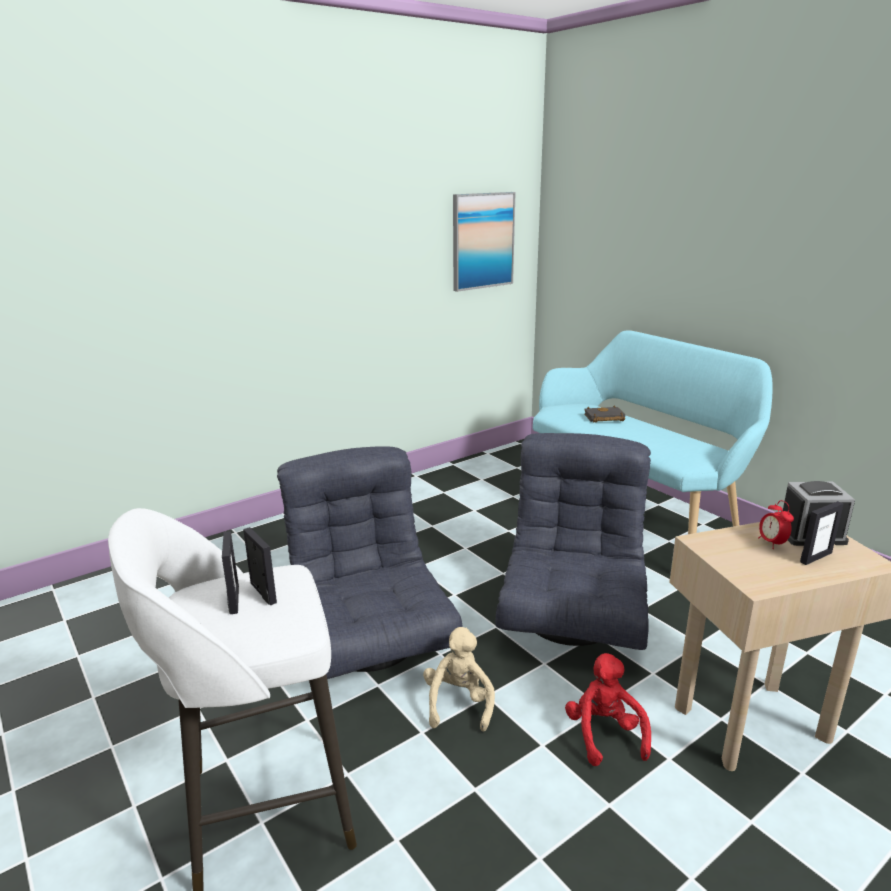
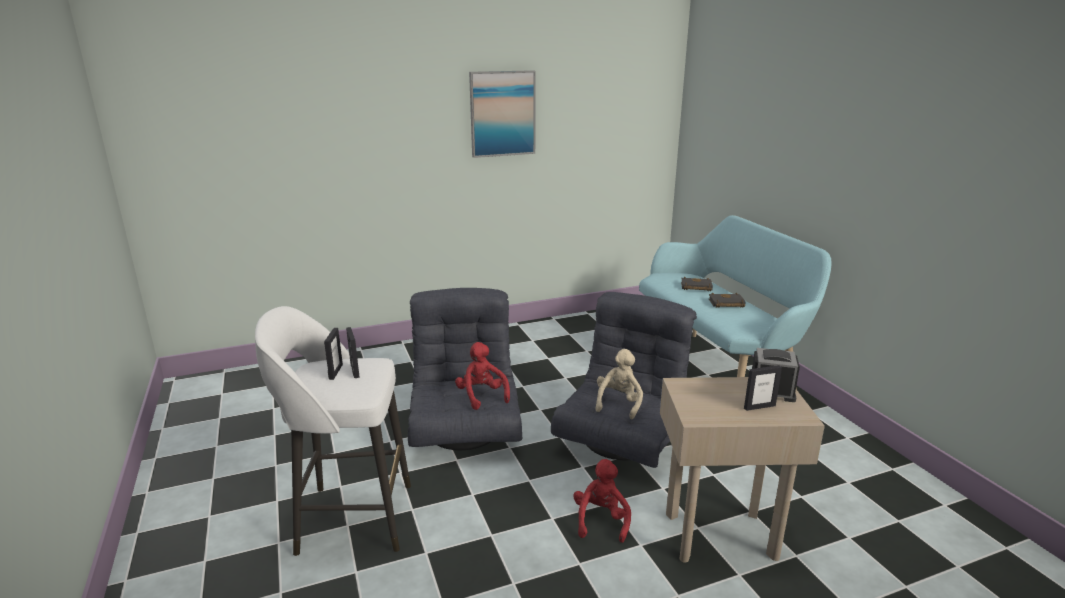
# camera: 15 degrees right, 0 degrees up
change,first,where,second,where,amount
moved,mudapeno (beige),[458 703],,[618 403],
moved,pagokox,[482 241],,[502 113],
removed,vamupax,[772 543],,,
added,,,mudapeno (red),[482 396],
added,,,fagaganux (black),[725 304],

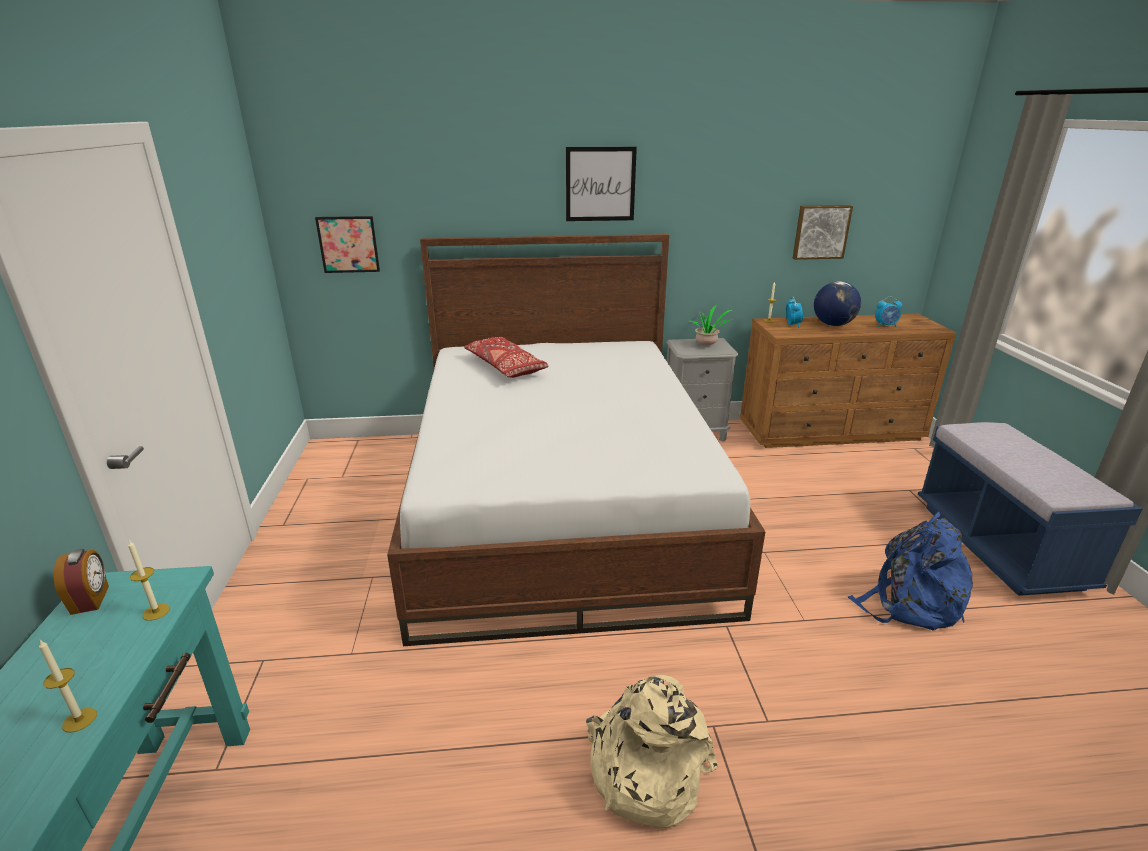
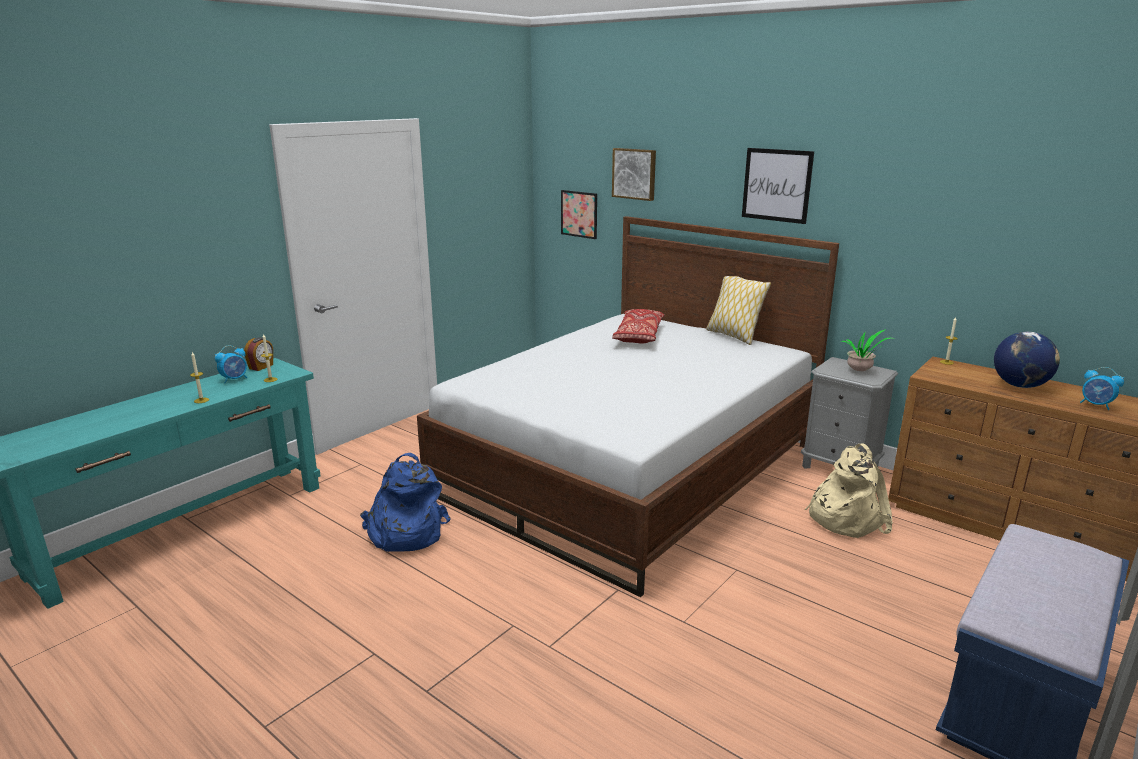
# camera: 45 degrees right, 5 degrees down
change,first,where,second,where,amount
moved,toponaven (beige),[644 770],,[844 517],
moved,vamupax,[792 325],,[235 379],
moved,pagokox,[820 232],,[634 173],
moved,toponaven (blue),[909 602],,[405 533],
added,,,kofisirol,[734 336],

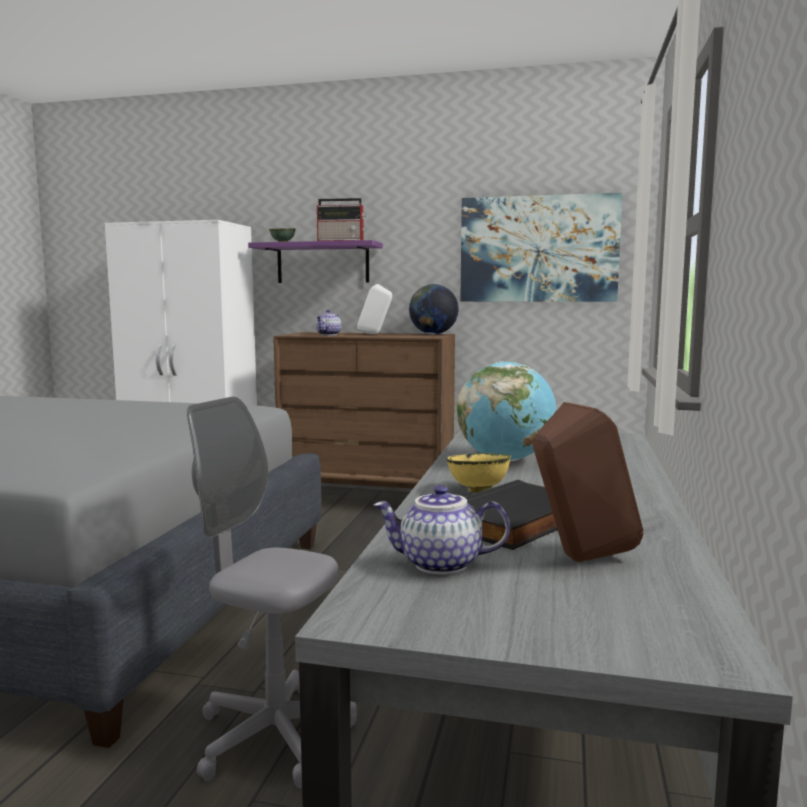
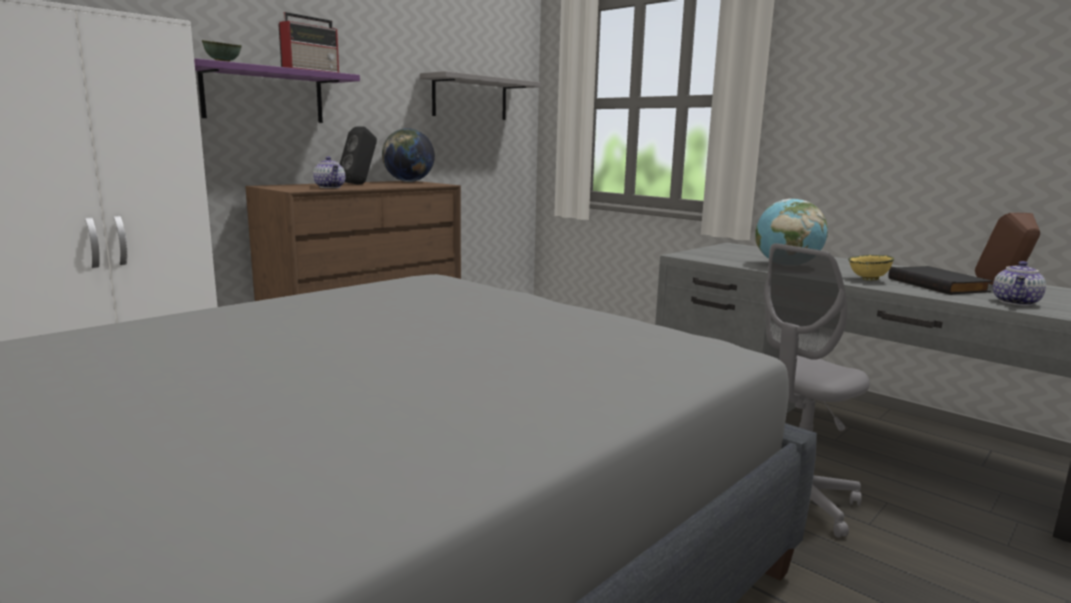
# camera: 60 degrees left, 5 degrees up
change,first,where,second,where,amount
recoloured,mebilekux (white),[375 334],mebilekux (black),[360 184],
replaced,pagokox,[538 249],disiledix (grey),[470 98],

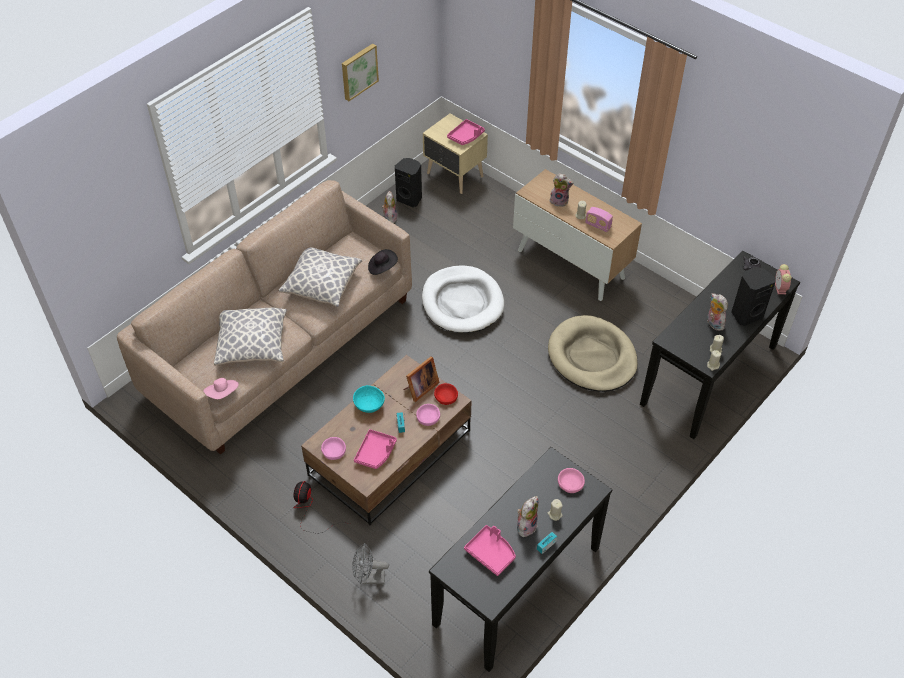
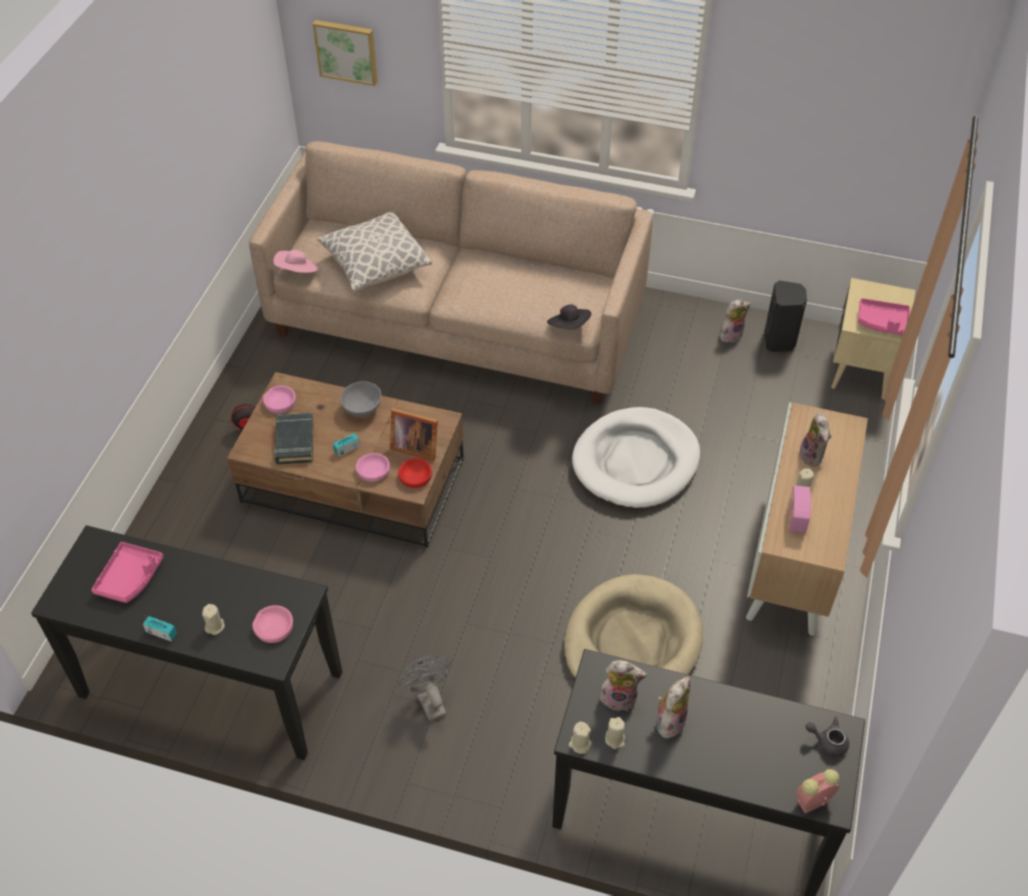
# camera: 65 degrees right, 0 degrees up
change,first,where,second,where,amount
removed,kofisirol,[322 285],,,
moved,pagokox,[358 71],,[347 51],
moved,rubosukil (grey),[369 578],,[429 701],
recoloured,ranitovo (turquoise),[369 405],ranitovo (grey),[362 408],
replaced,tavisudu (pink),[376 453],fagaganux (black),[294 441],
moved,mudapeno,[526 525],,[619 697],
removed,mebilekux (black),[746 314],,,

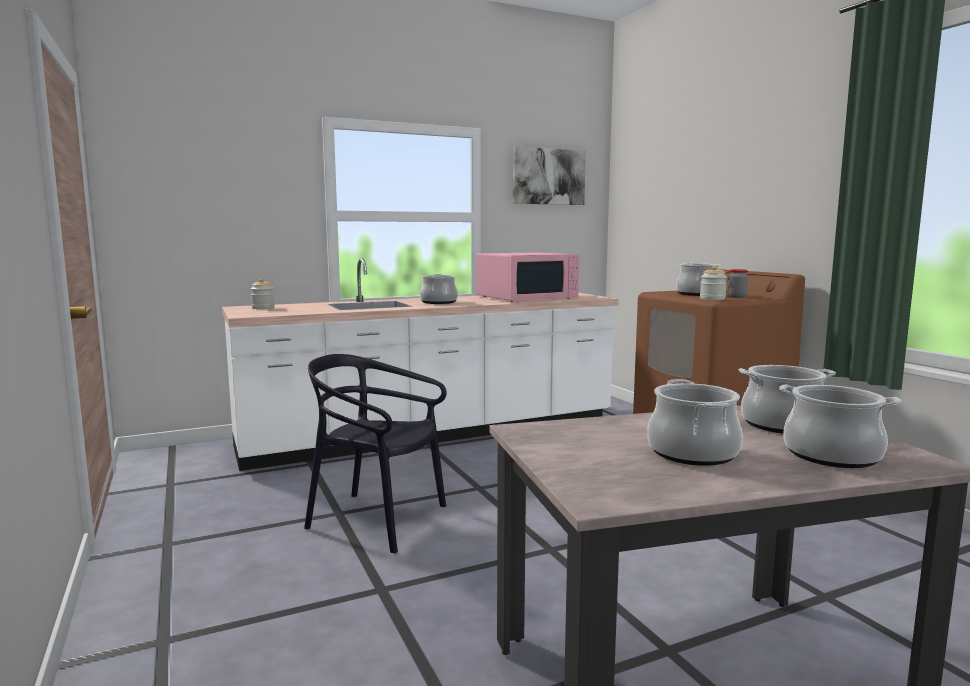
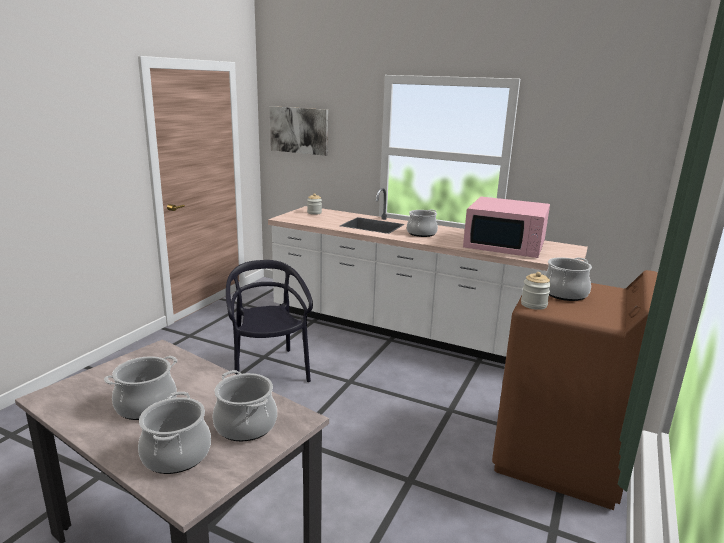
# camera: 50 degrees right, 10 degrees up
change,first,where,second,where,amount
moved,pagokox,[548 176],,[299 130],
removed,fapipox,[736 297],,,

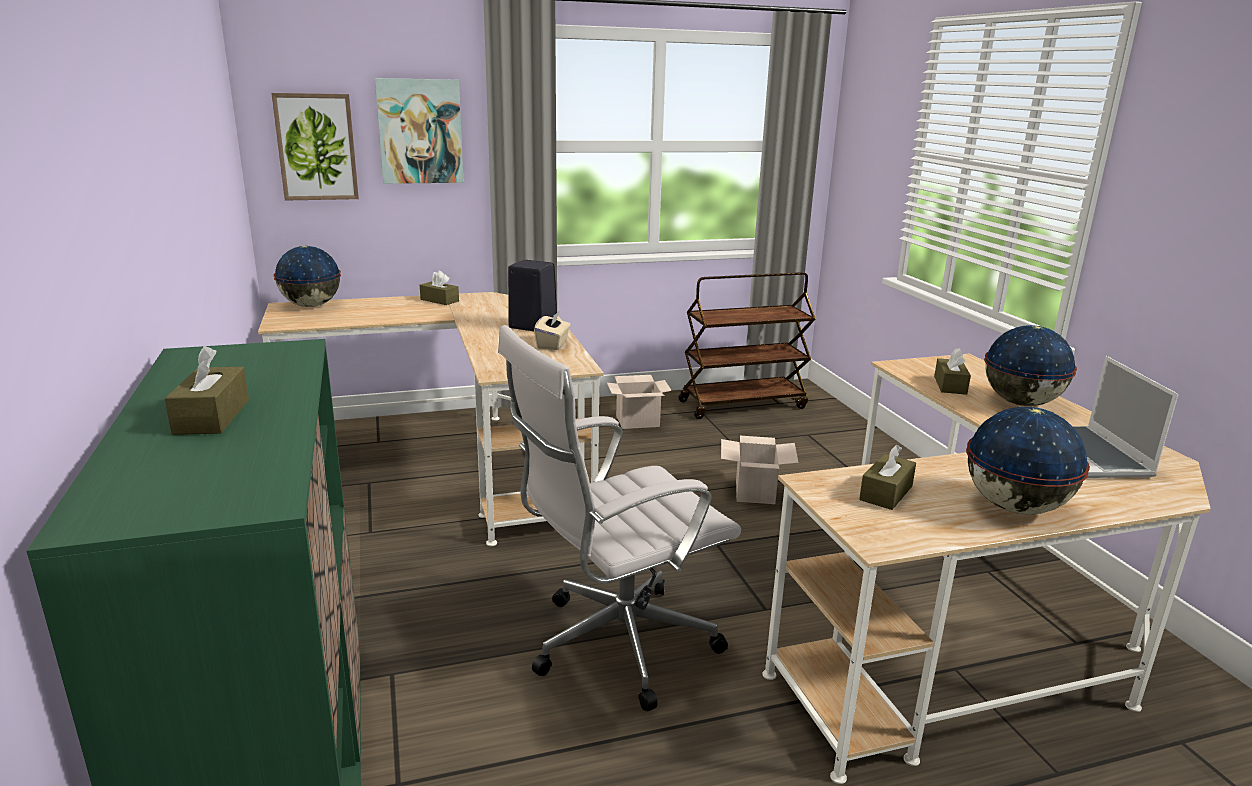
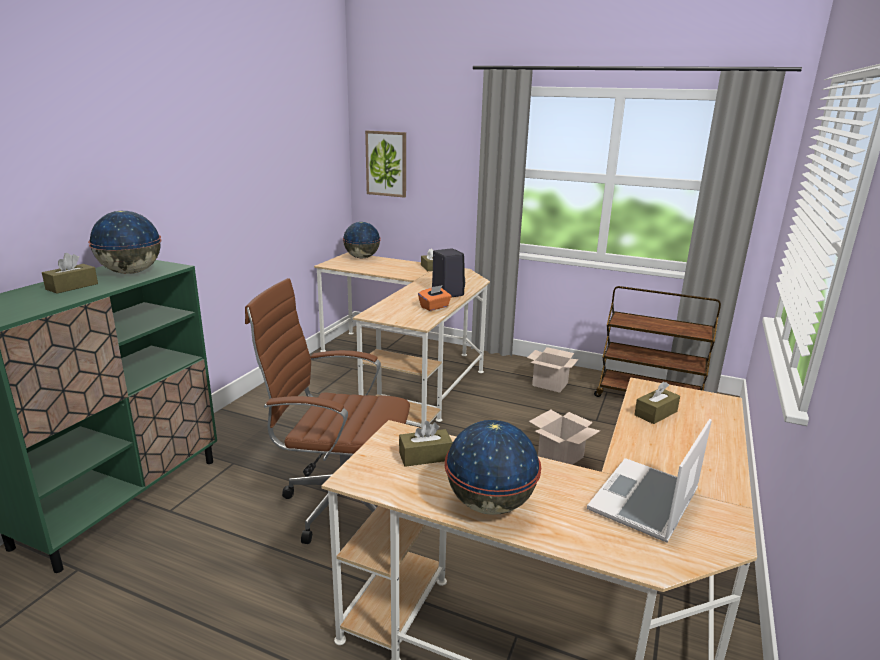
# camera: 40 degrees right, 0 degrees up
change,first,where,second,where,amount
removed,pagokox,[420 131],,,
recoloured,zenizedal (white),[615 646],zenizedal (brown),[339 503],
recoloured,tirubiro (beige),[553 344],tirubiro (orange),[434 307],
moved,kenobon,[1020 403],,[130 272],

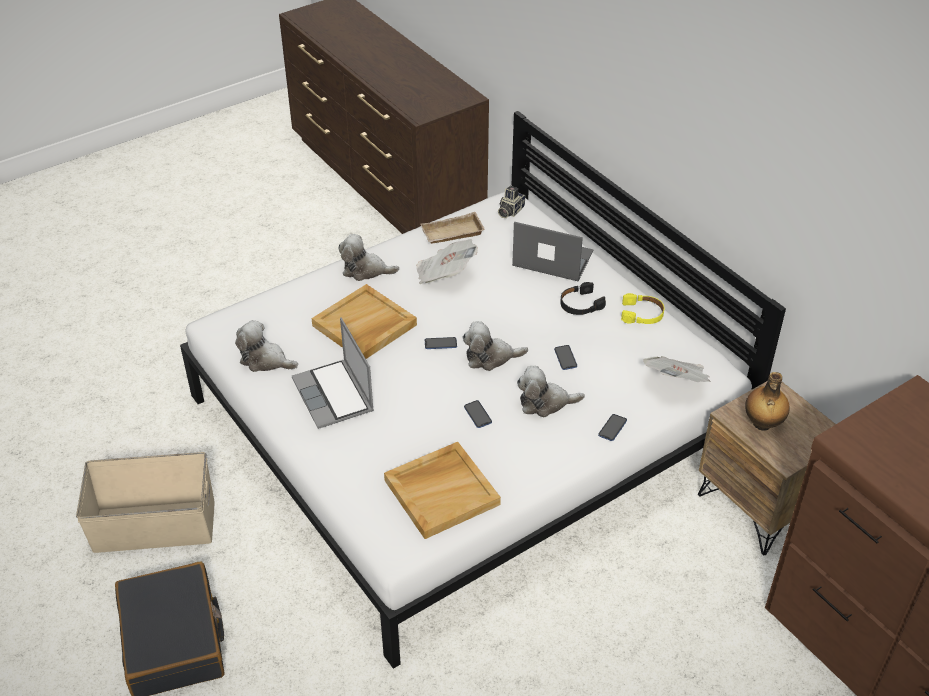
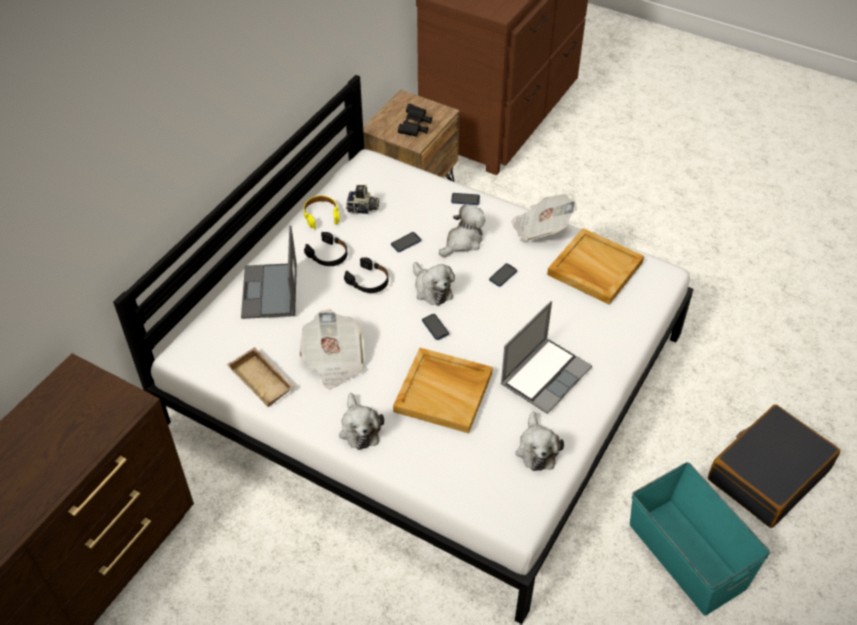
# camera: 115 degrees left, 5 degrees up
change,first,where,second,where,amount
recoloured,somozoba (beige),[154 525],somozoba (turquoise),[686 556],
moved,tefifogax,[509 211],,[363 209],
turned,mudapeno,[545 403],,[463 242],105 degrees counterclockwise
moved,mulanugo,[677 382],,[541 229],
replaced,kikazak,[762 424],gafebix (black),[415 127],
added,,,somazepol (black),[368 281],

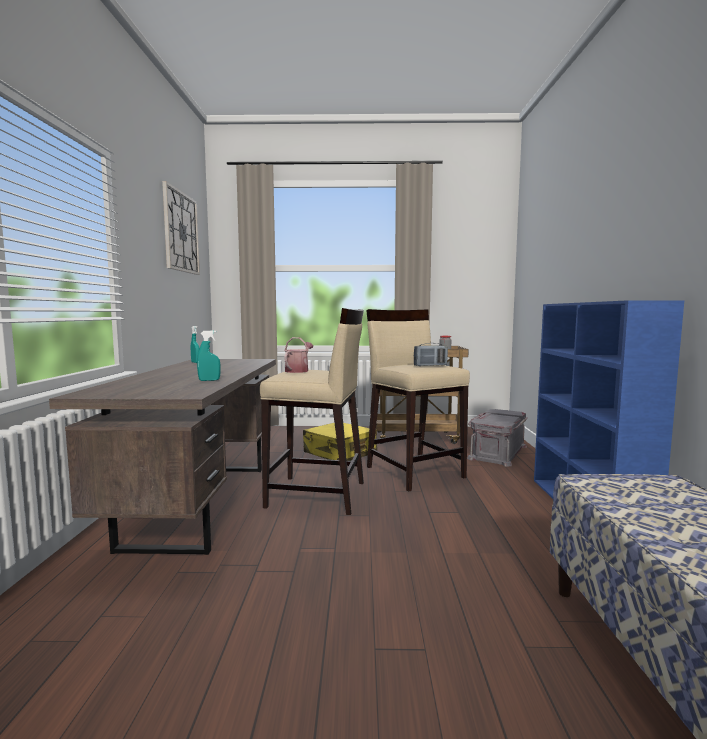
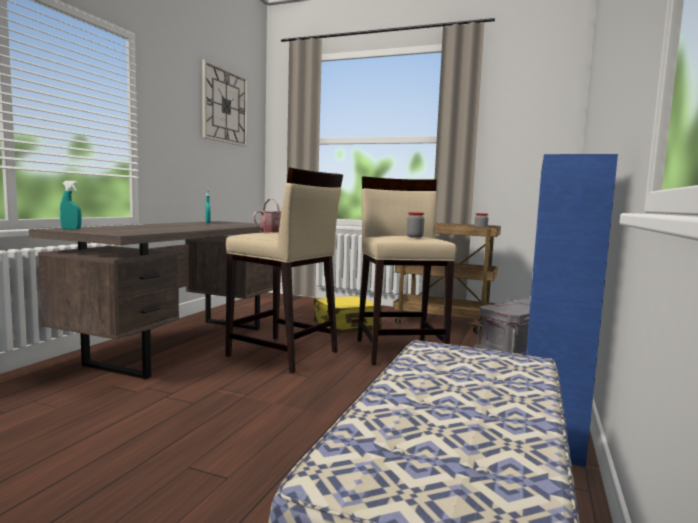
# camera: 20 degrees right, 0 degrees up
change,first,where,second,where,amount
moved,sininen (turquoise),[209 380],,[71 229],
replaced,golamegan,[430 365],fapipox,[414 237],

